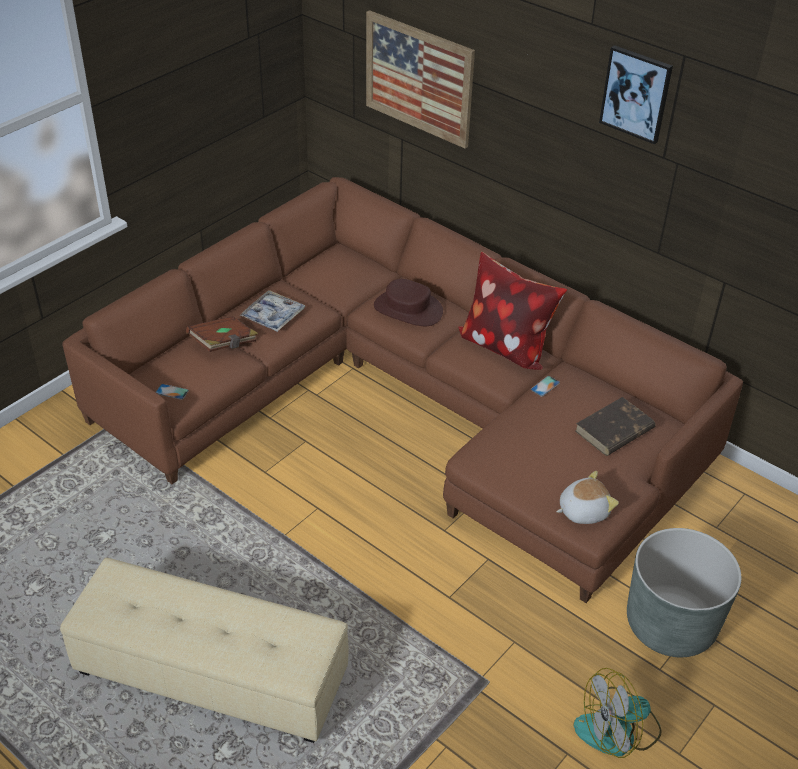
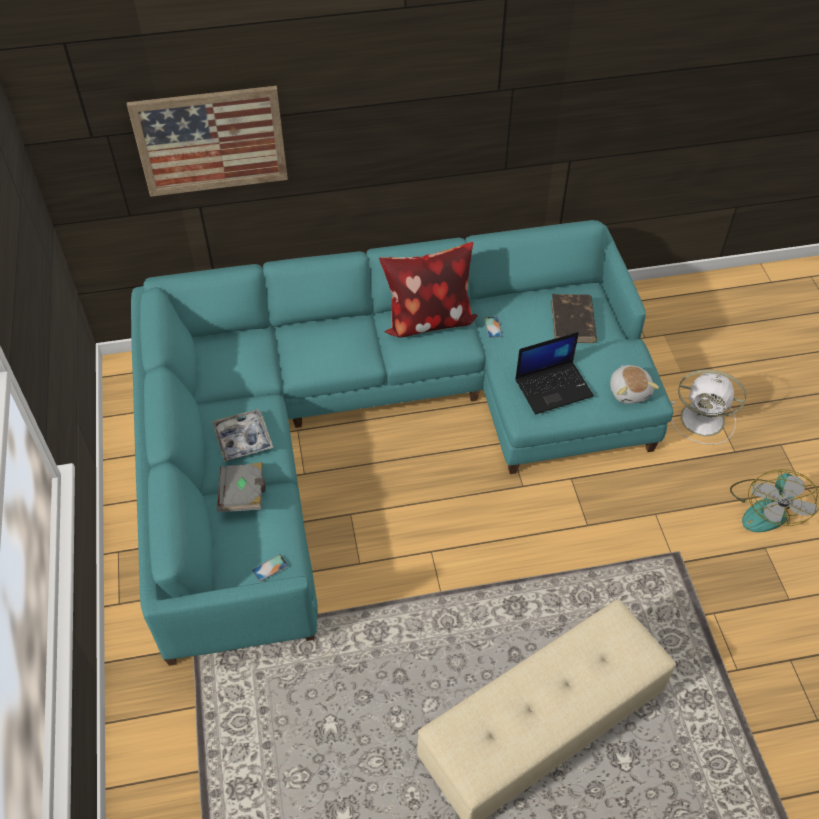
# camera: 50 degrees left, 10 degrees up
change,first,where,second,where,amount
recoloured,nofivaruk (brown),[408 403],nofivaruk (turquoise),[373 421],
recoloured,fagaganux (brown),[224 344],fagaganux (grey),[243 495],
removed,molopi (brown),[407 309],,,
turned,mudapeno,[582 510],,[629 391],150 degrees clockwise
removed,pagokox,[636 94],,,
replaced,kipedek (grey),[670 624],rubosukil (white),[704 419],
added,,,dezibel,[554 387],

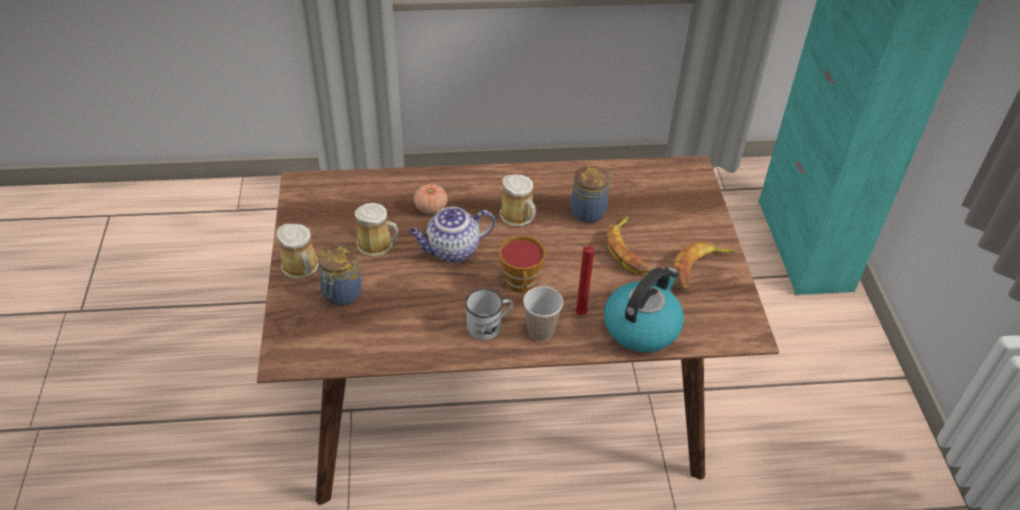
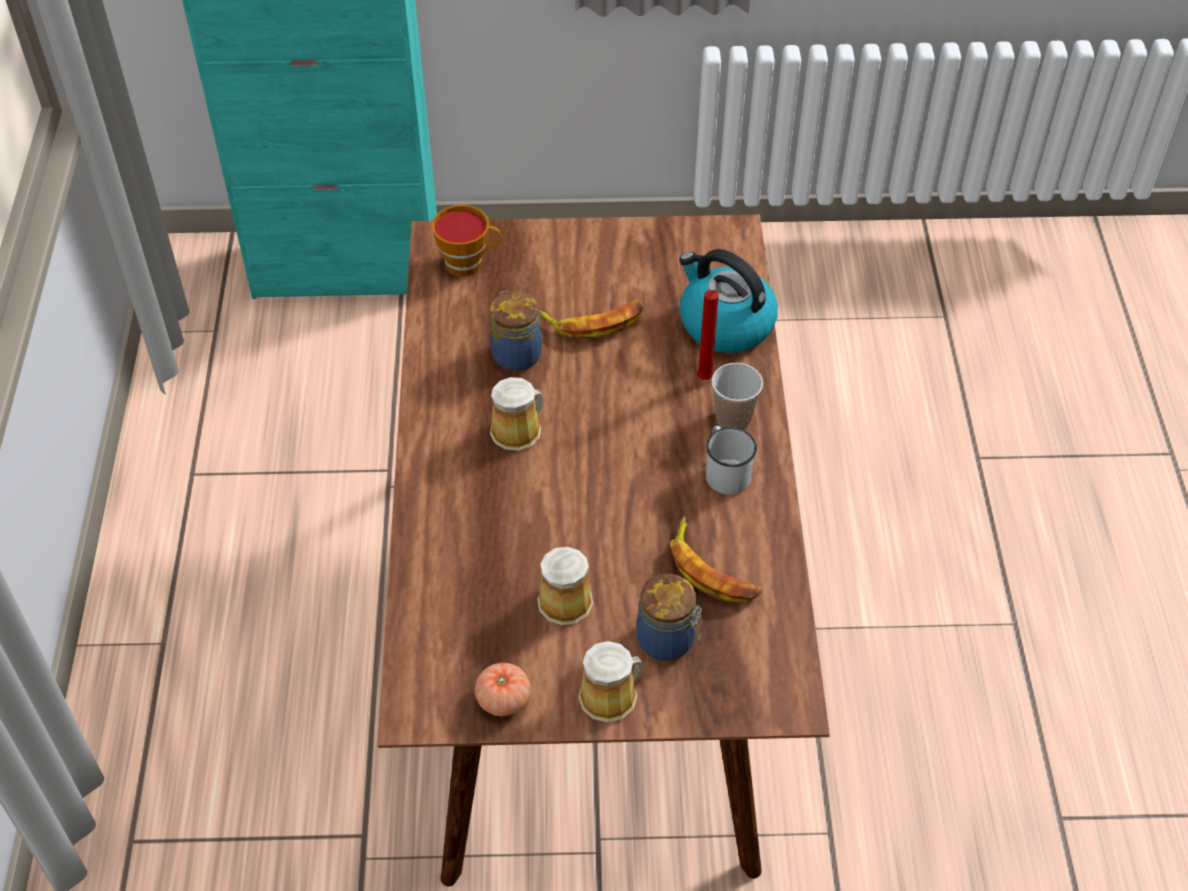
# camera: 85 degrees left, 5 degrees up
change,first,where,second,where,amount
removed,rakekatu,[452 250],,,
moved,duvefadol,[431 207],,[503 699],
moved,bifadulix,[521 285],,[468 263],
moved,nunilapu,[698 269],,[712 570],

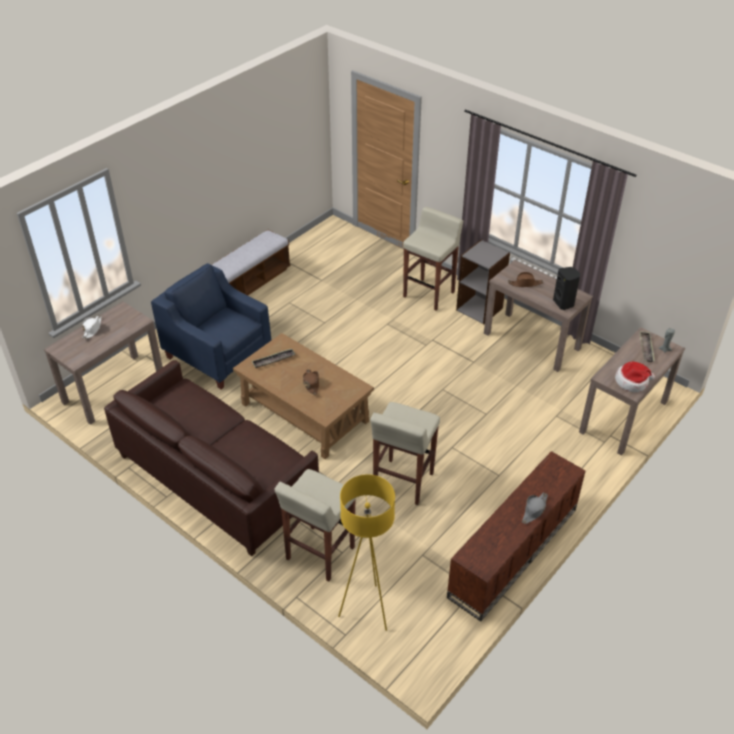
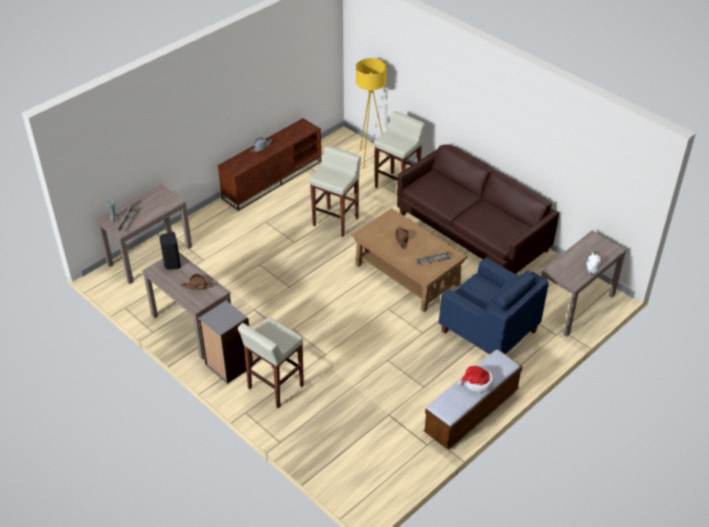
# camera: 175 degrees left, 0 degrees up
change,first,where,second,where,amount
moved,molopi,[632 382],,[477 382],

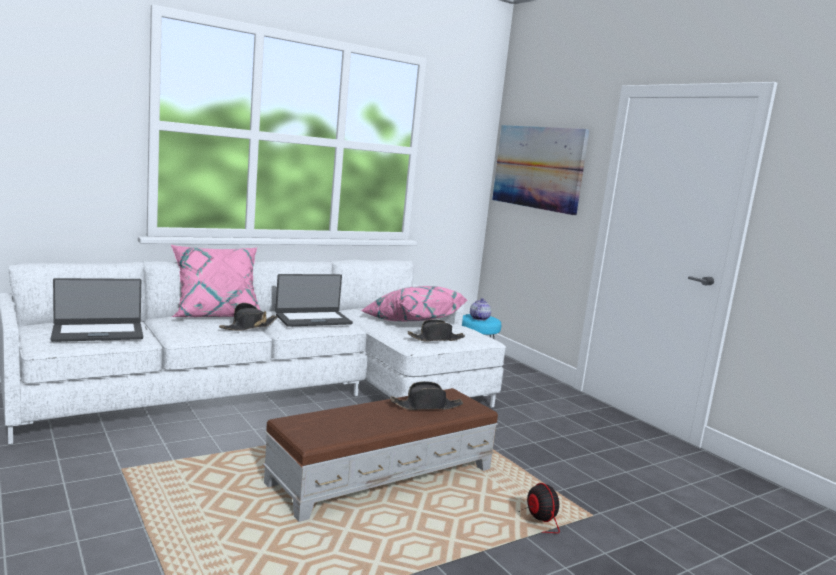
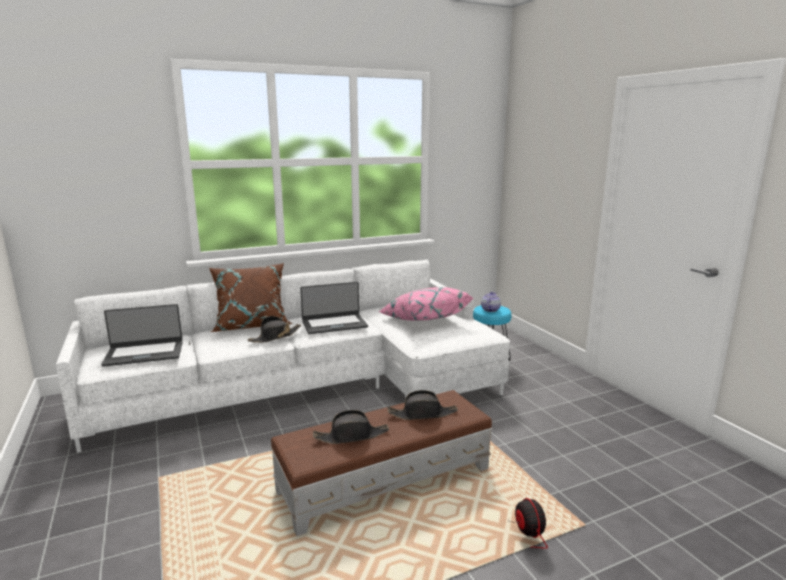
# camera: 10 degrees right, 5 degrees up
change,first,where,second,where,amount
recoloured,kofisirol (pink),[216 314],kofisirol (brown),[252 325],
moved,molopi (black),[436 339],,[351 436],
removed,pagokox,[538 167],,,

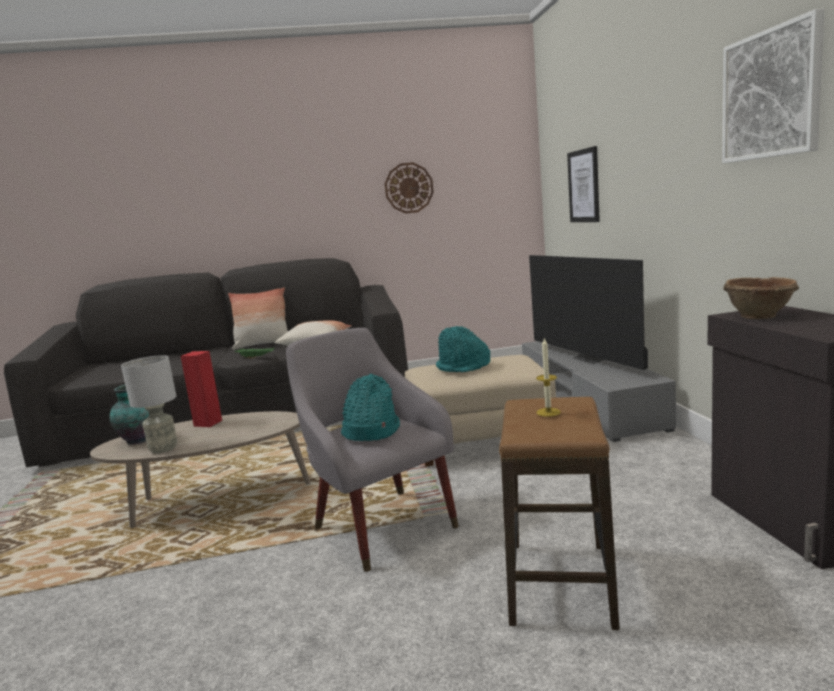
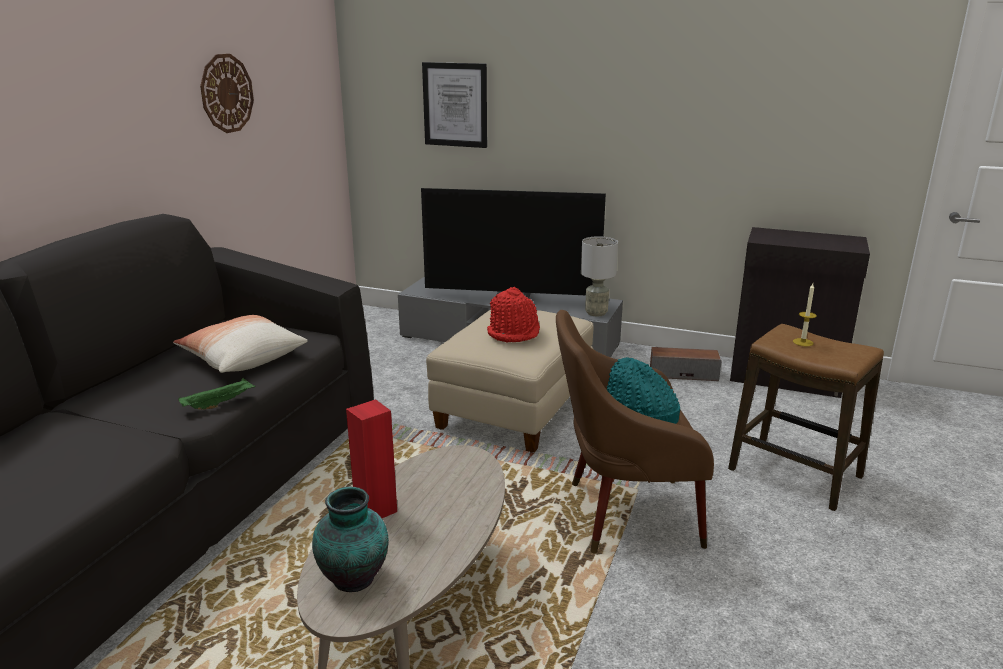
# camera: 60 degrees left, 10 degrees up
change,first,where,second,where,amount
moved,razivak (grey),[163 449],,[596 313],
removed,kofisirol,[263 344],,,
recoloured,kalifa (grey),[380 523],kalifa (brown),[623 514],
recoloured,molopi (turquoise),[463 367],molopi (red),[514 333],
removed,pagokox,[771 94],,,
removed,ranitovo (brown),[759 316],,,
added,,,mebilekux,[683 374],

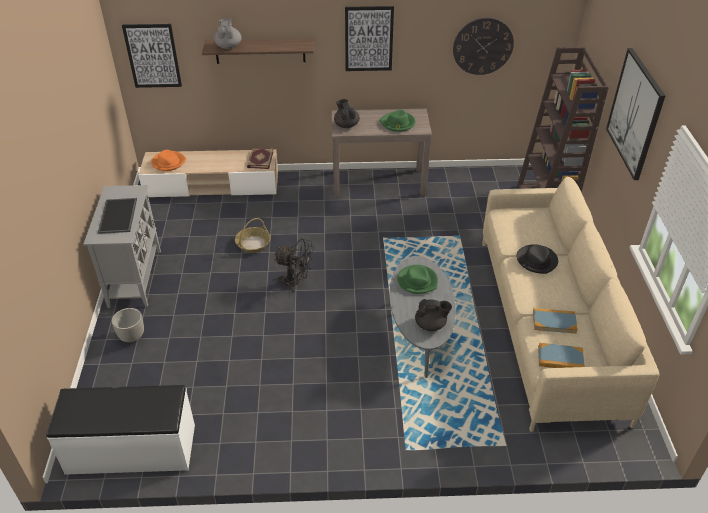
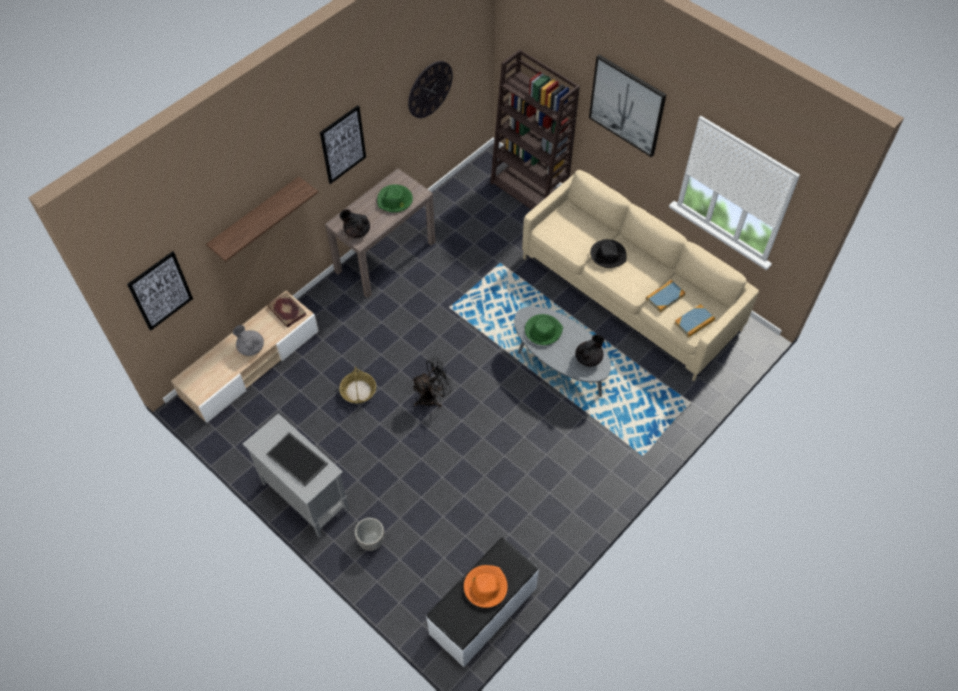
# camera: 45 degrees left, 15 degrees up
change,first,where,second,where,amount
moved,molopi (orange),[168 162],,[485 587],
moved,rakekatu (grey),[228 46],,[251 347],

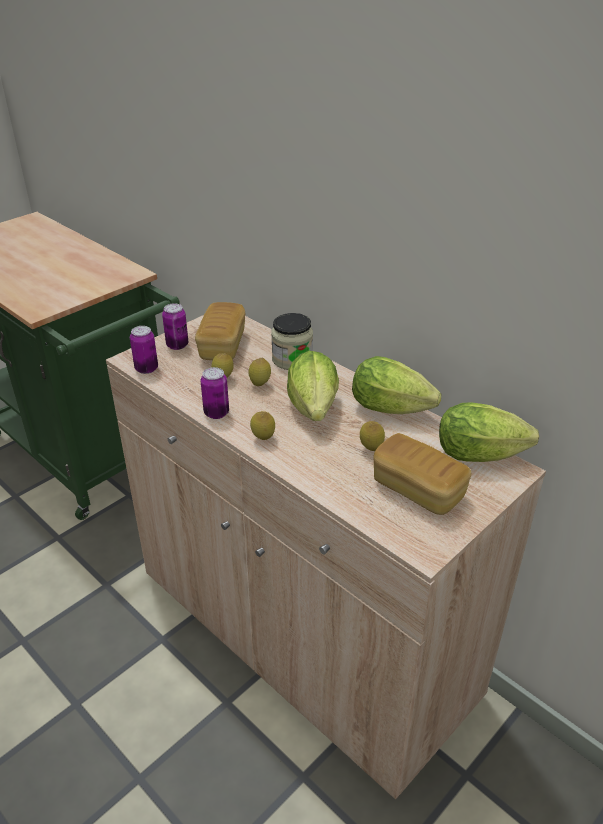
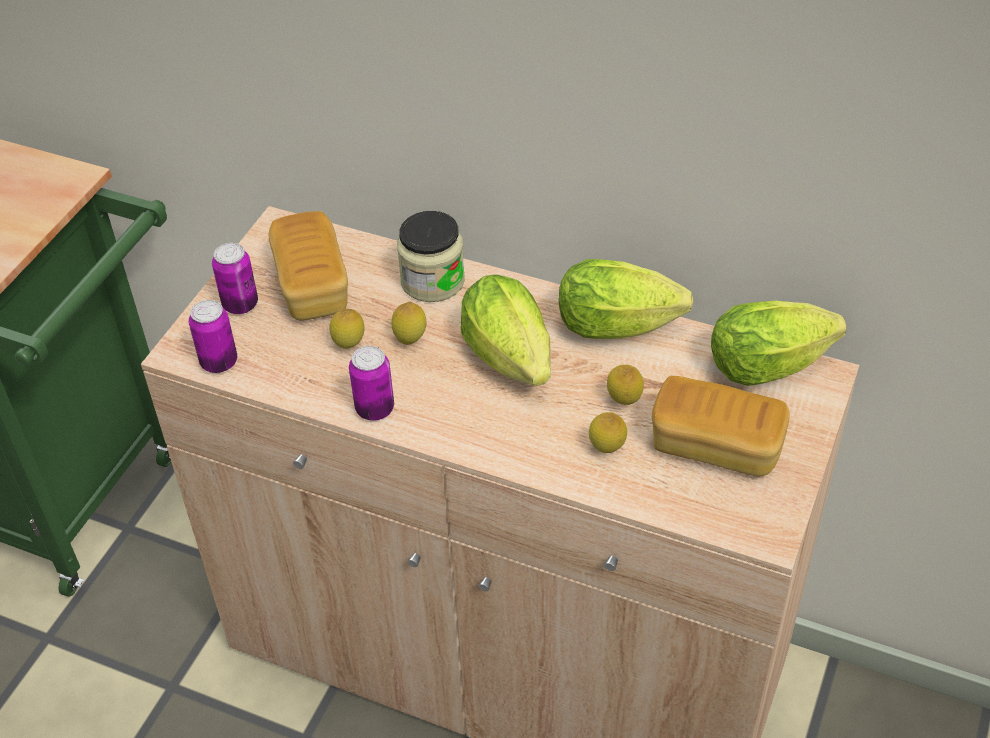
# camera: 20 degrees left, 10 degrees up
change,first,where,second,where,amount
moved,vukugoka,[263 439],,[606 450],

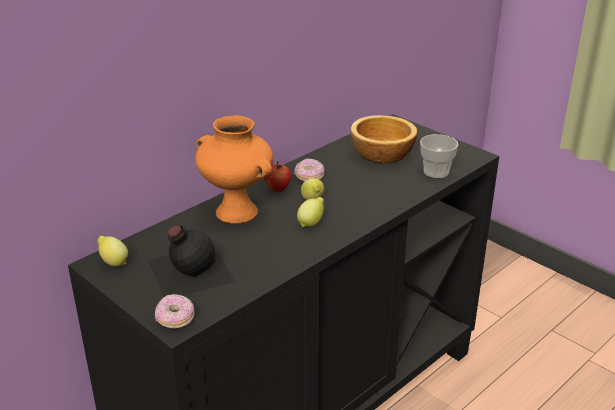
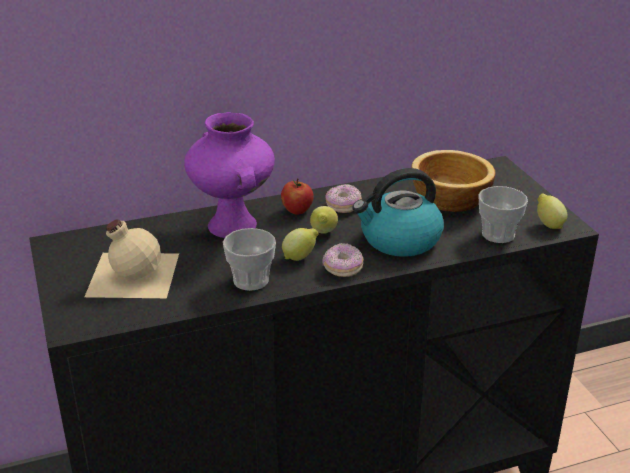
# camera: 25 degrees right, 0 degrees up
change,first,where,second,where,amount
moved,vukugoka,[113 262],,[548 224],
recoloured,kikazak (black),[188 270],kikazak (beige),[132 273],
moved,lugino,[175 318],,[342 268],
recoloured,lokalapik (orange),[238 212],lokalapik (purple),[234 226],
added,,,bifadulix,[251 280],
added,,,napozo,[399 240],

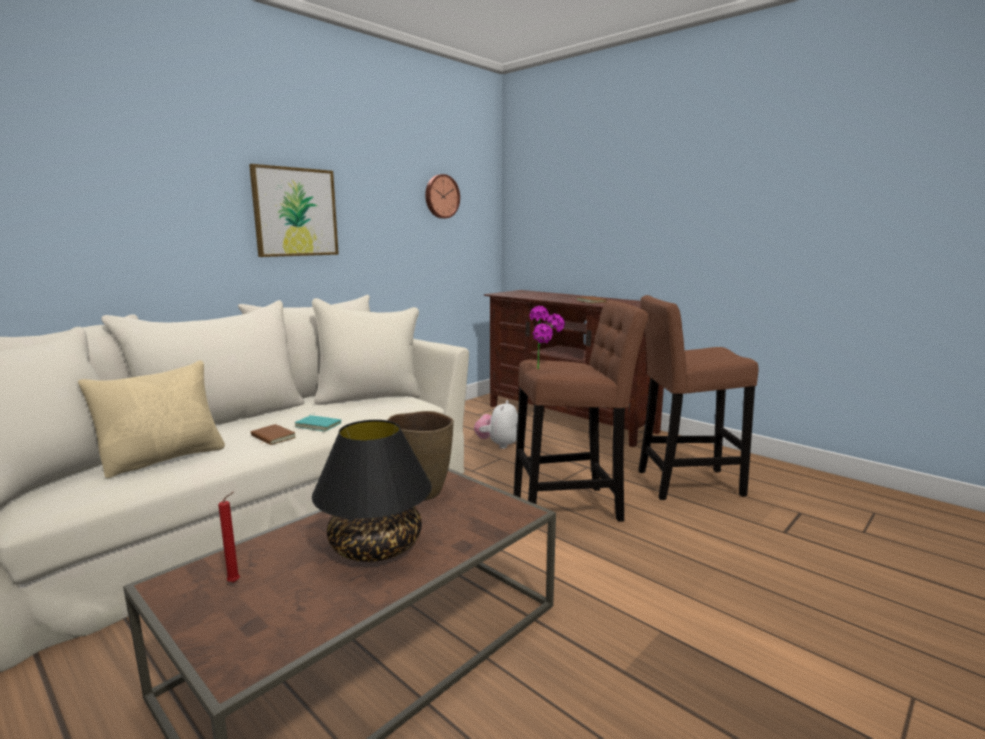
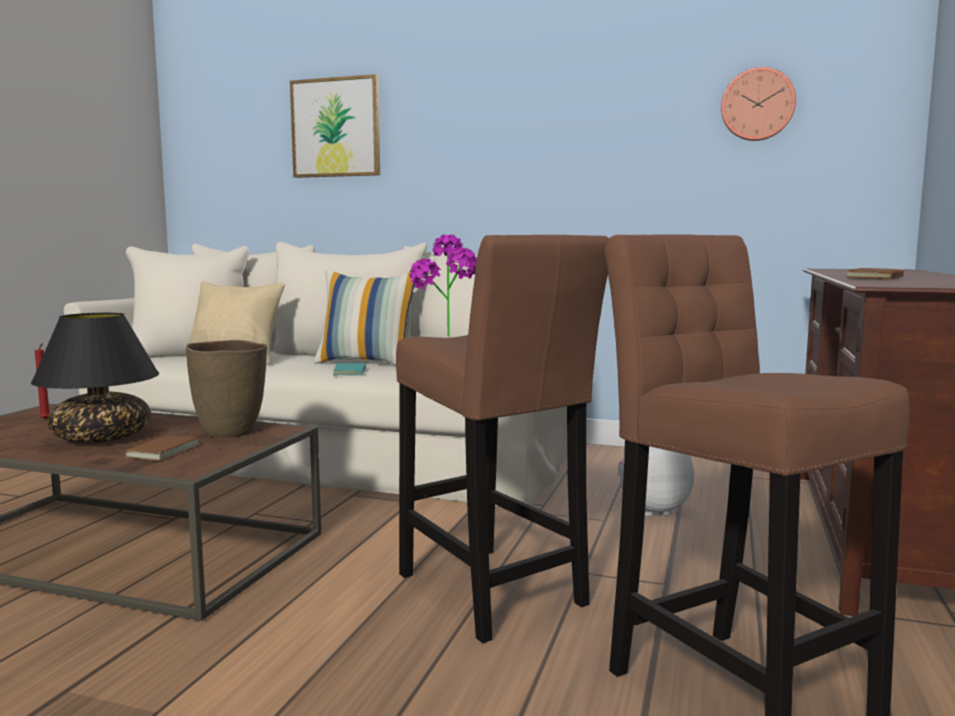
# camera: 65 degrees right, 5 degrees down
change,first,where,second,where,amount
moved,pagokox,[295 212],,[336 128],
moved,fagaganux (brown),[271 437],,[161 451],
added,,,kofisirol,[366 363],

